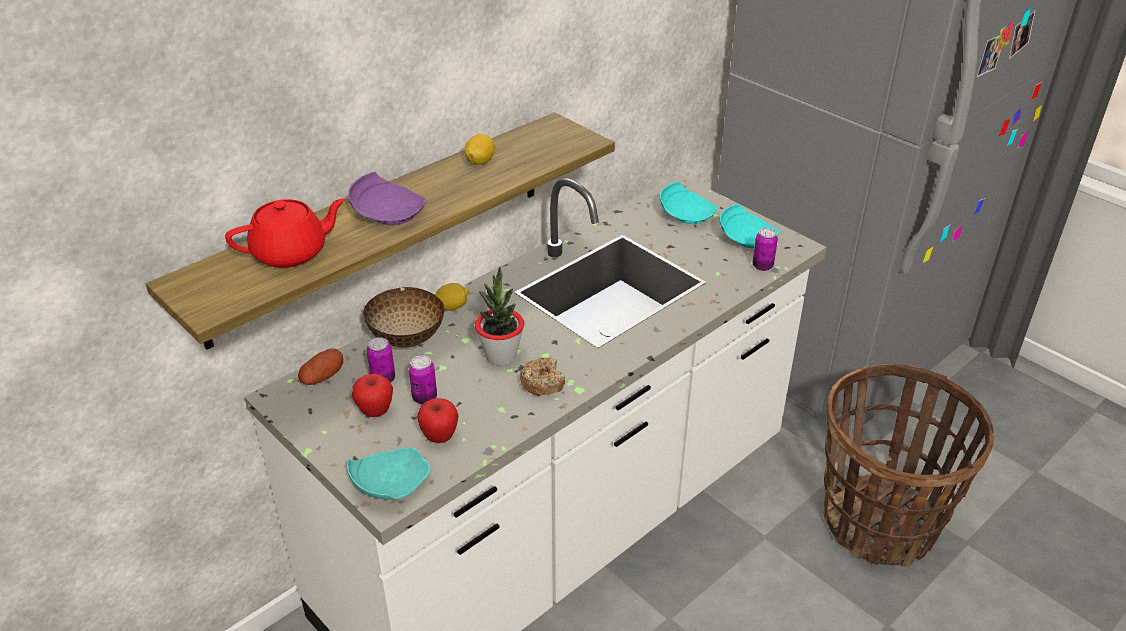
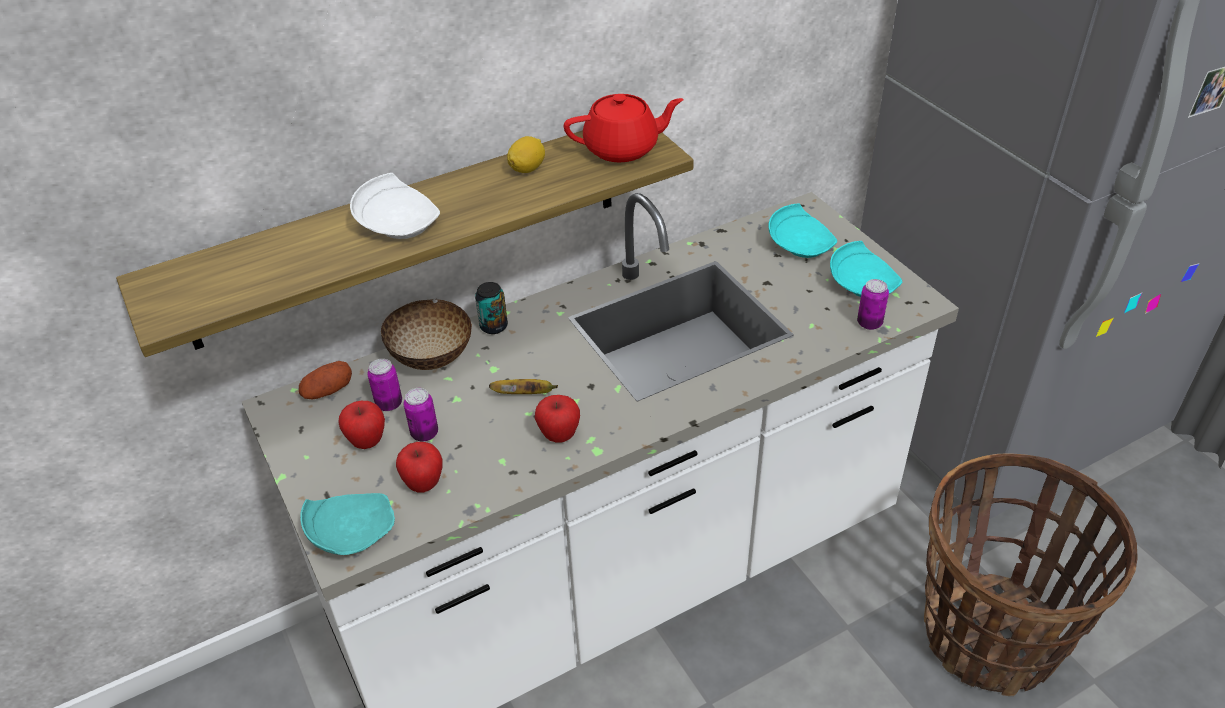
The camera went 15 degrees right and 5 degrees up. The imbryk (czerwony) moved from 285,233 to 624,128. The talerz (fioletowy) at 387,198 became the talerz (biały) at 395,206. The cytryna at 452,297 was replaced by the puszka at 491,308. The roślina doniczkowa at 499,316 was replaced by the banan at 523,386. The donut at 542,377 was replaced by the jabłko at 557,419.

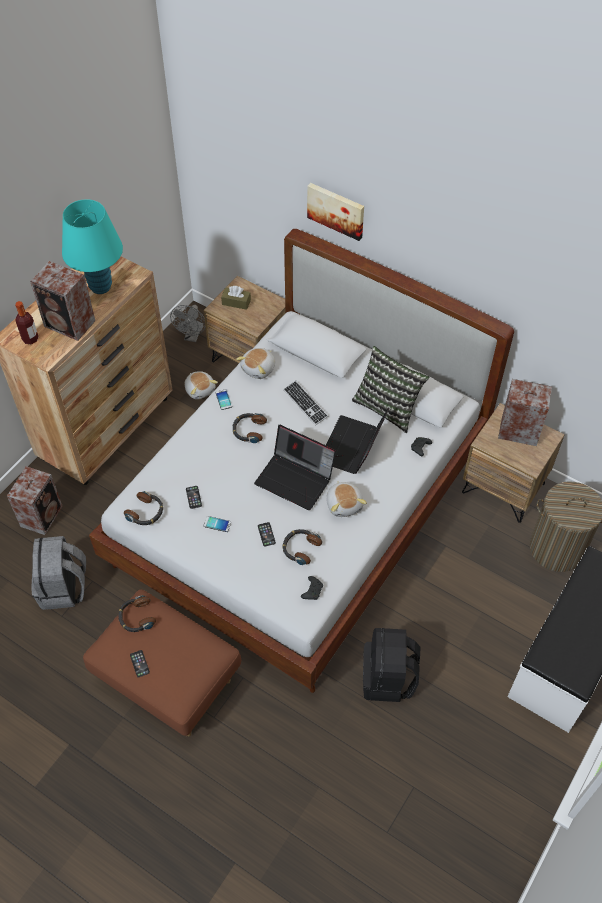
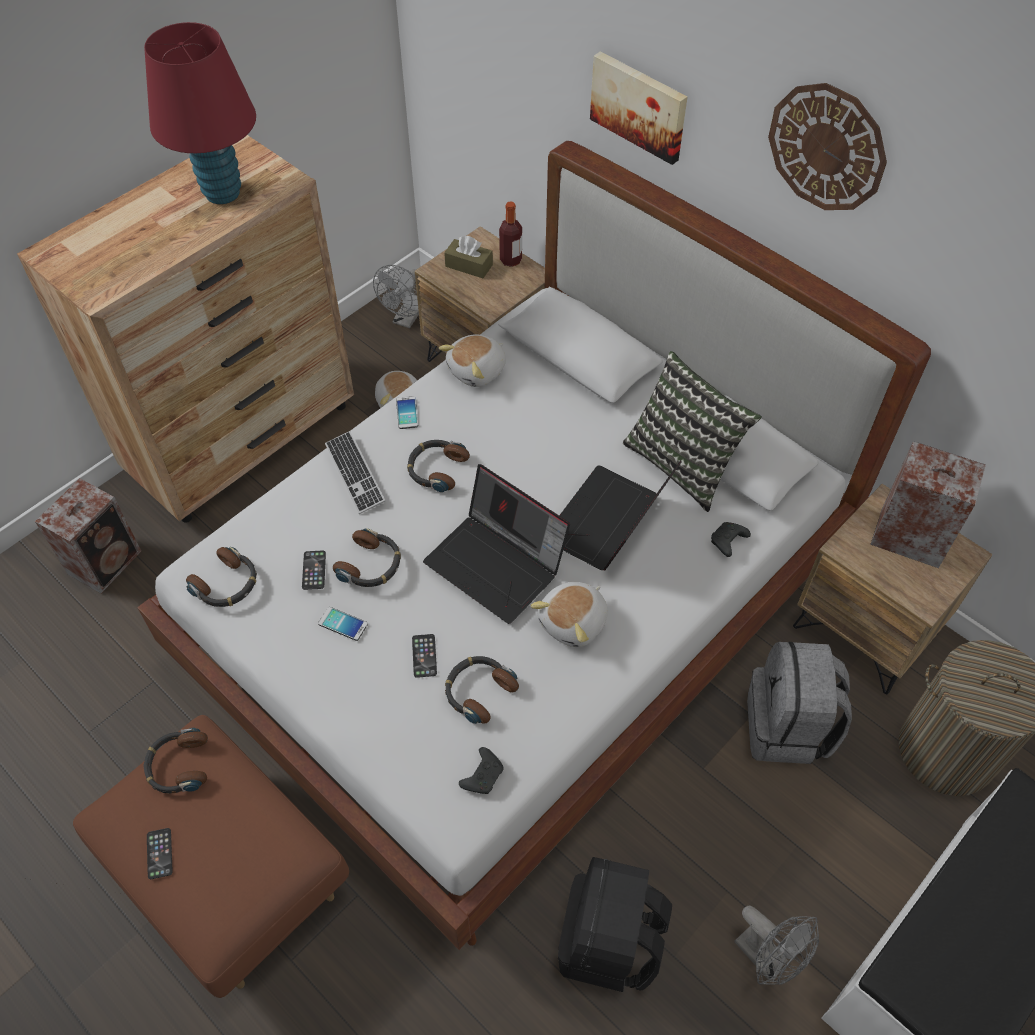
The camera went 10 degrees right and 0 degrees up. The butelka moved from 27,322 to 510,234. The głośnik at 62,301 disappeared. The plecak (szary) moved from 58,573 to 799,703. The lampa stołowa (turkusowy) at 92,246 became the lampa stołowa (czerwony) at 200,113. The klawiatura moved from 305,403 to 355,472. The pluszak at 347,499 turned 45 degrees clockwise. The słuchawki at 367,557 appeared. The wentylator (szary) at 776,945 appeared. The zegar ścienny at 827,146 appeared.

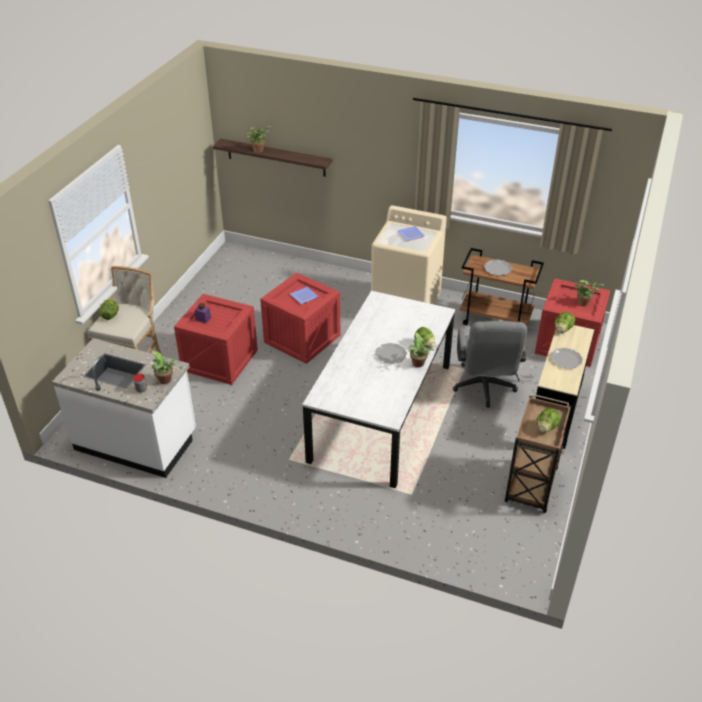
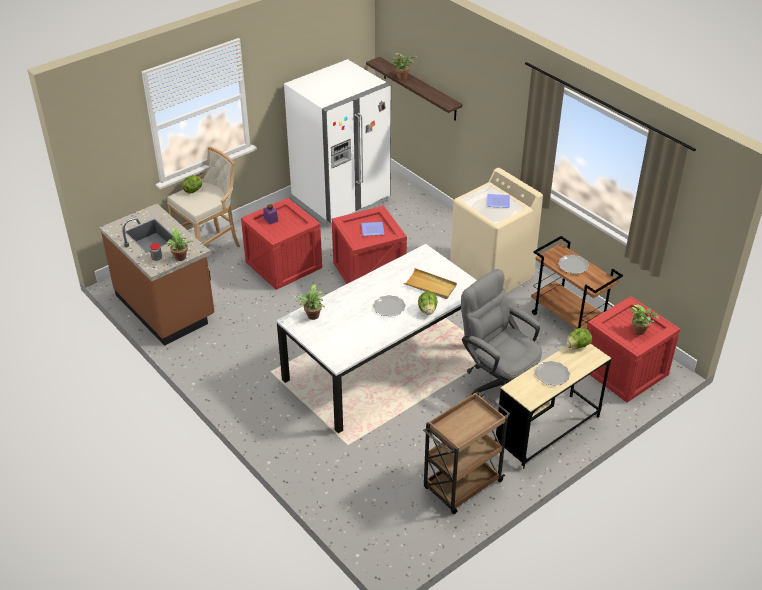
The camera went 30 degrees right and 0 degrees up. The zabudowa kuchenna (biały) at 124,408 became the zabudowa kuchenna (brązowy) at 157,275. The roślina doniczkowa moved from 421,349 to 311,302. The krzesło biurowe (szary) at 490,364 turned 105 degrees clockwise. The sałata at 549,420 disappeared. The lodówka (biały) at 337,143 appeared. The taca (beżowy) at 430,283 appeared.

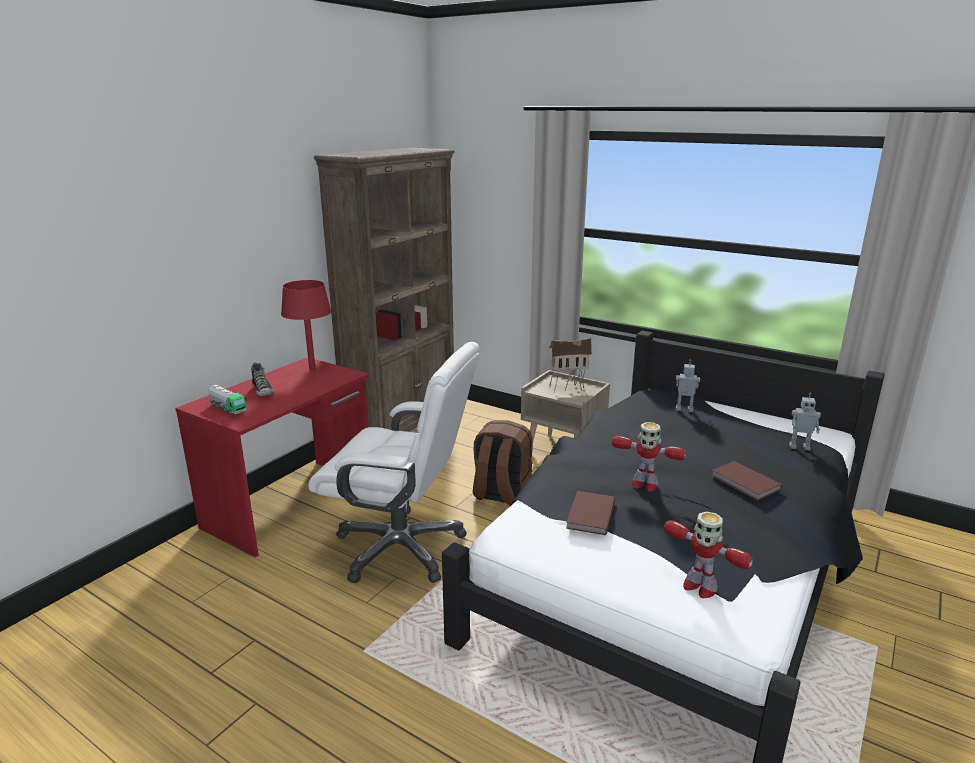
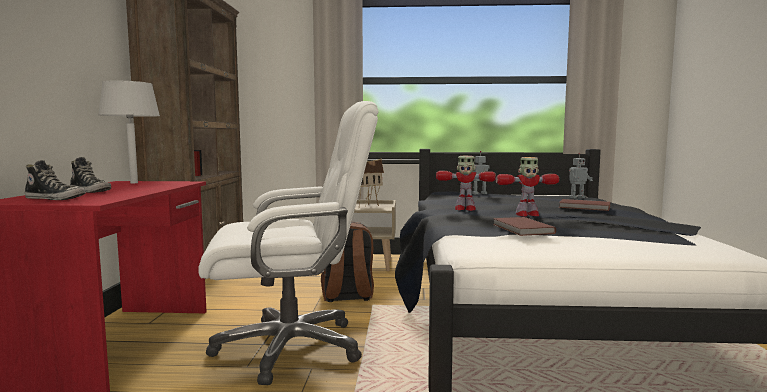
The camera went 30 degrees left and 15 degrees down. The ciężarówka zabawkowa at 227,400 was replaced by the but at 55,180. The lampa stołowa (czerwony) at 306,325 became the lampa stołowa (szary) at 129,132. The robot zabawkowy moved from 708,554 to 466,183.

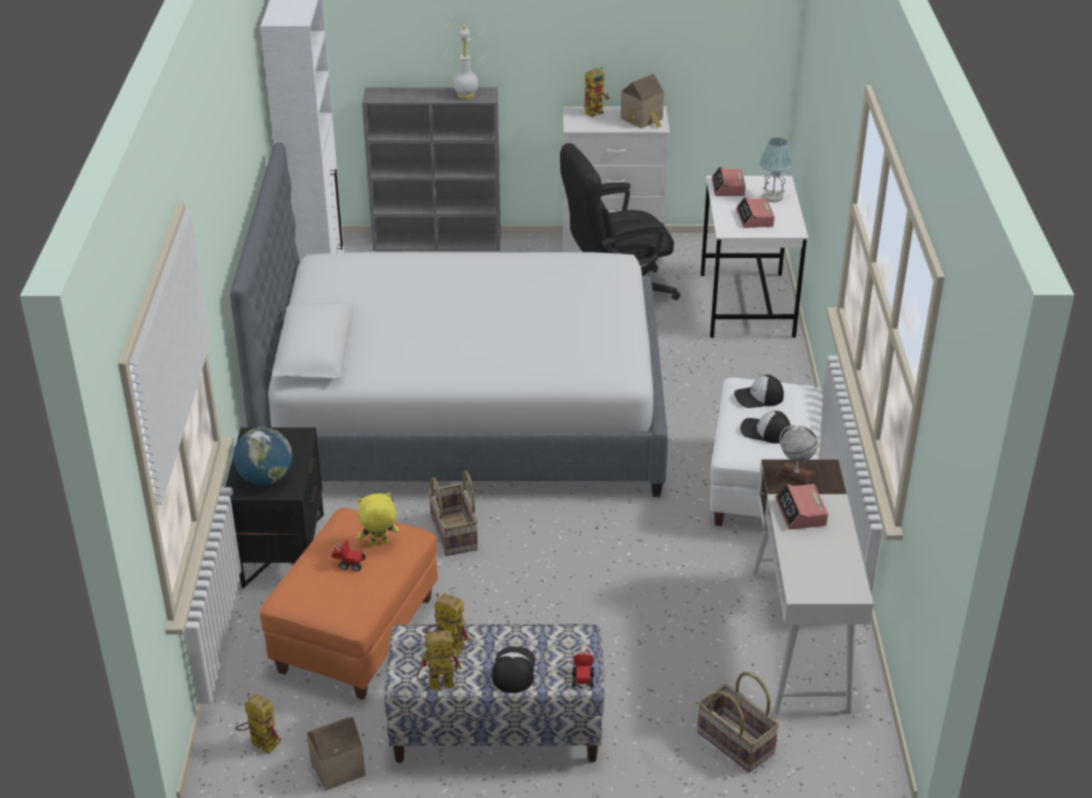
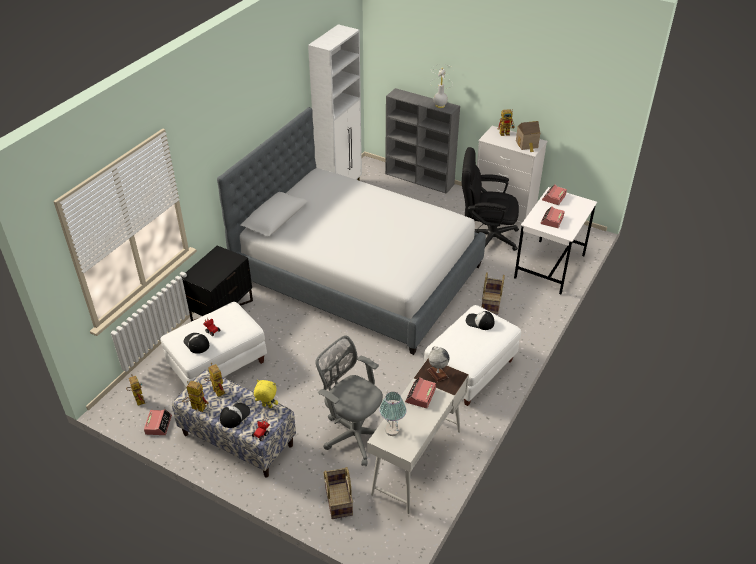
The camera went 30 degrees right and 5 degrees up. The globus at 262,456 disappeared. The pufa (pomarańczowy) at 349,604 became the pufa (biały) at 214,344. The domek at 336,754 was replaced by the budzik at 158,422. The pluszak (żółty) moved from 378,519 to 266,394. The koszyk moved from 453,513 to 493,293. The czapka z daszkiem moved from 765,427 to 196,343. The lampa stołowa moved from 776,170 to 393,414. The krzesło biurowe (szary) at 349,400 appeared.

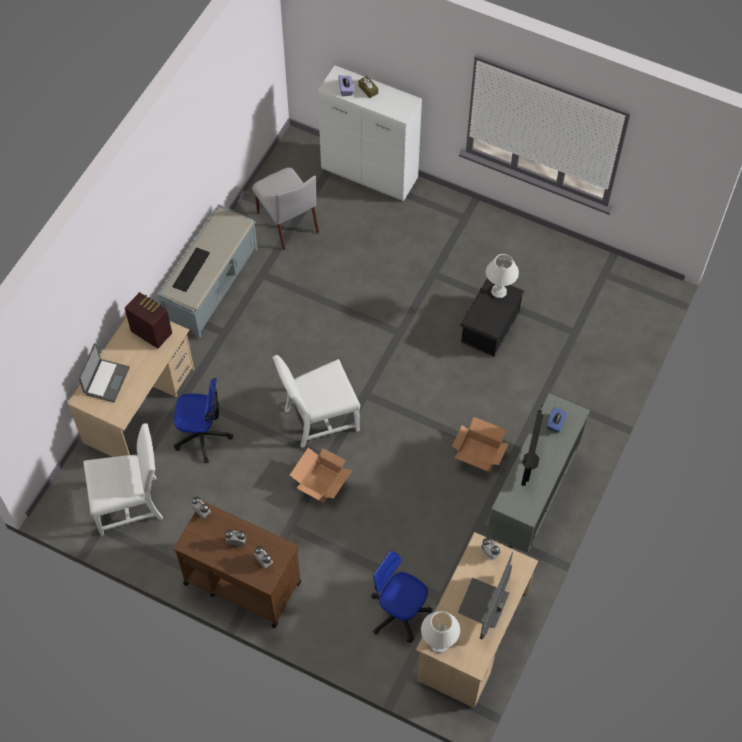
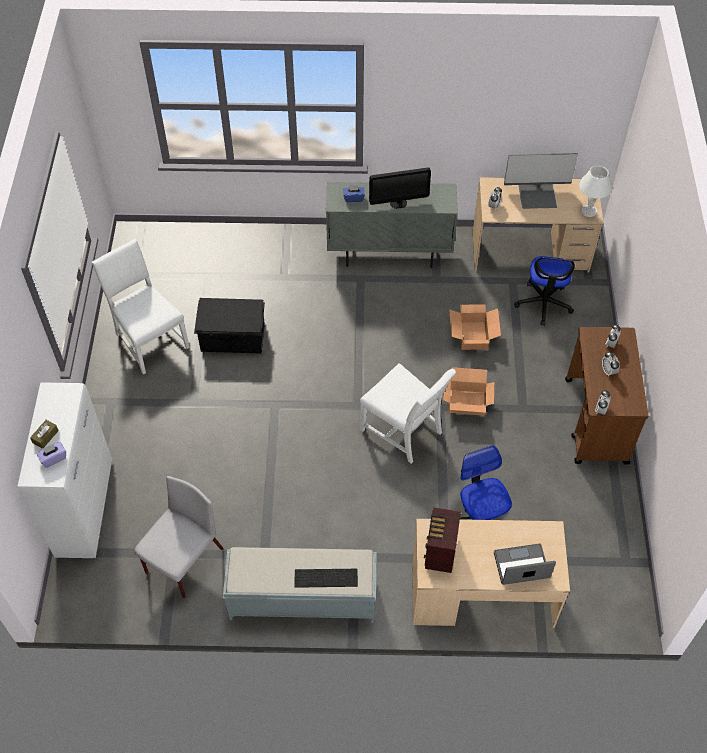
The camera went 115 degrees left and 5 degrees down. The krzesło (biały) moved from 123,479 to 141,307. The karton moved from 480,444 to 475,327. The lampa stołowa (biały) at 502,276 disappeared.

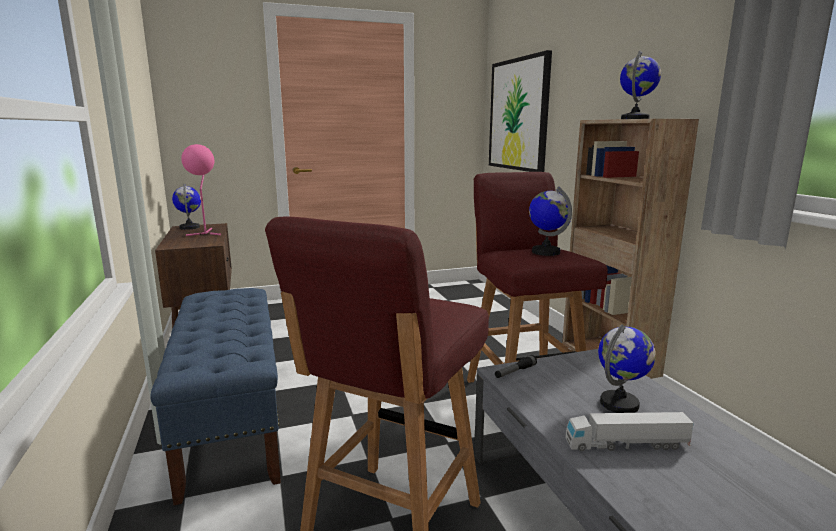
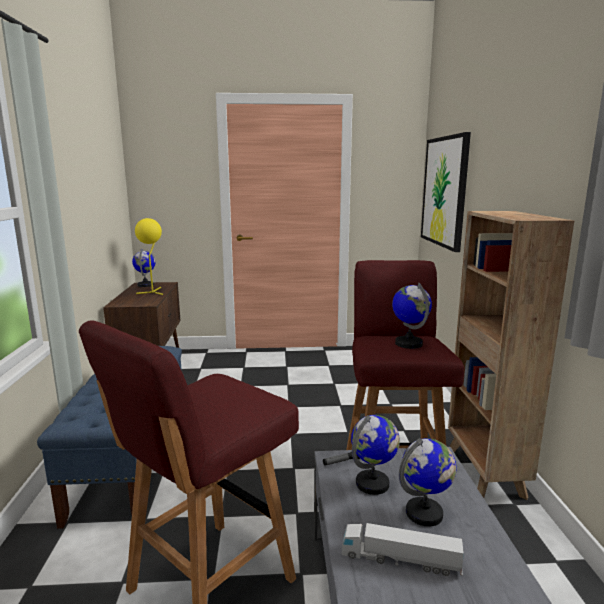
The camera went 15 degrees right and 0 degrees up. The lampa stołowa (różowy) at 201,190 became the lampa stołowa (żółty) at 149,256. The globus moved from 640,84 to 375,455.

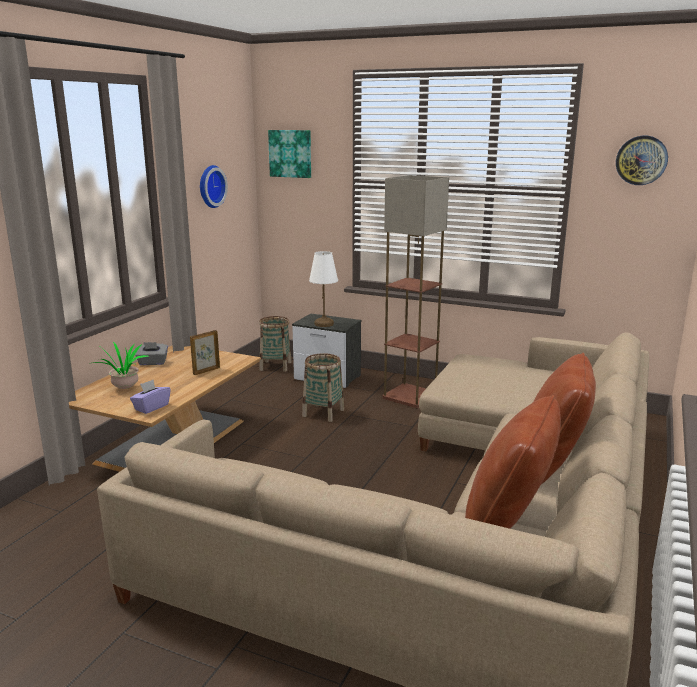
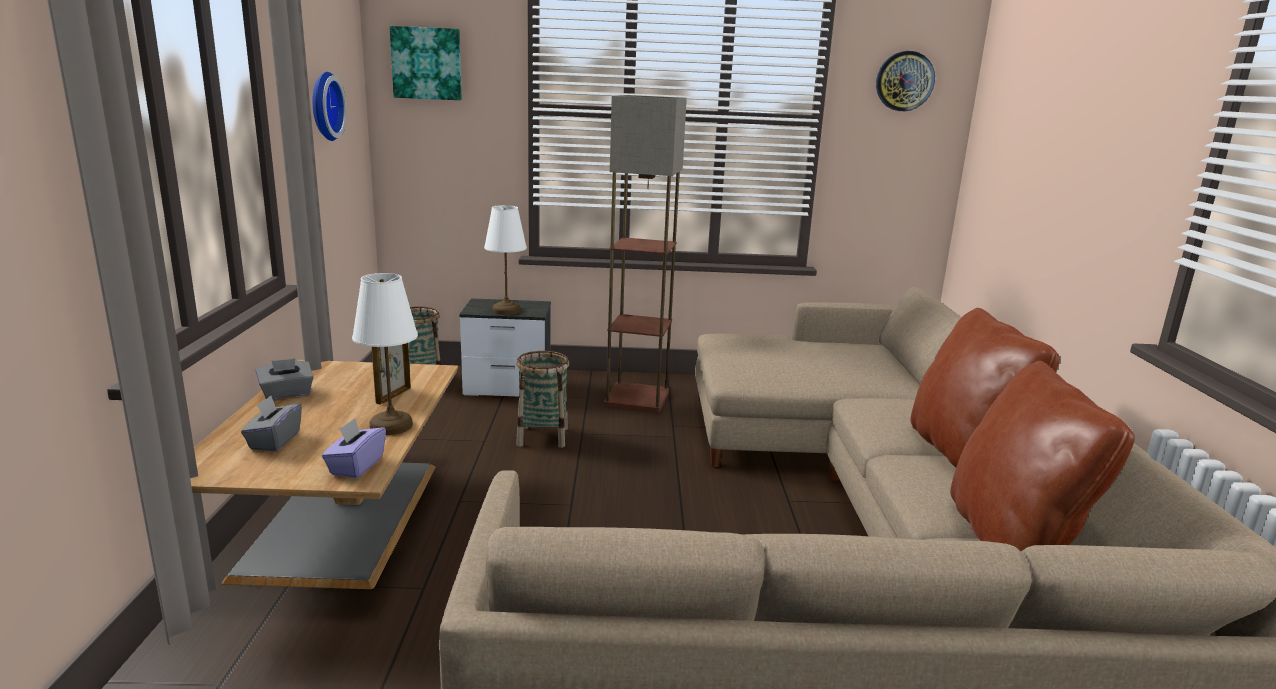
The camera went 25 degrees left and 0 degrees up. The roślina doniczkowa at 121,365 was replaced by the pudełko chusteczek (szary) at 271,423. The lampa stołowa (biały) at 385,354 appeared.

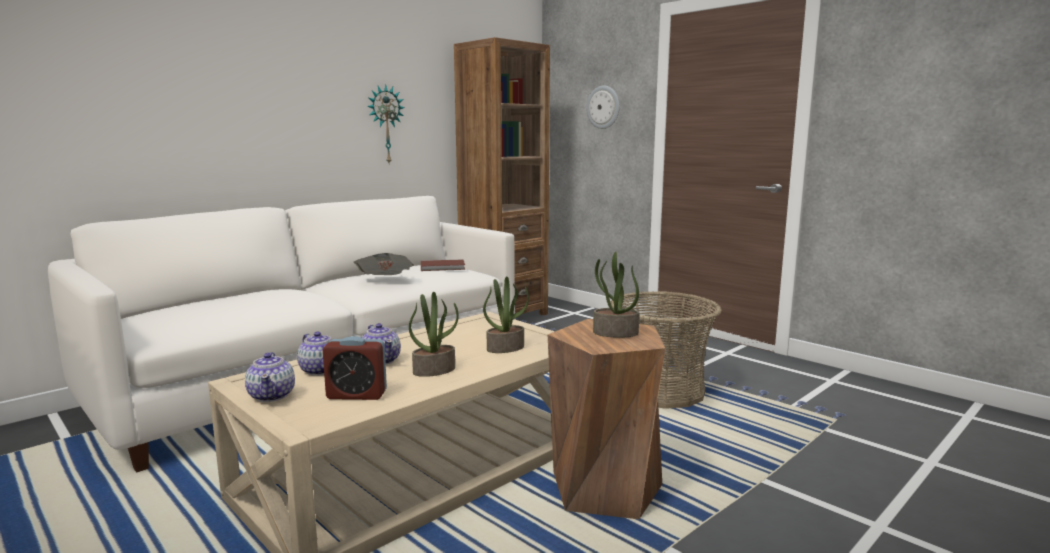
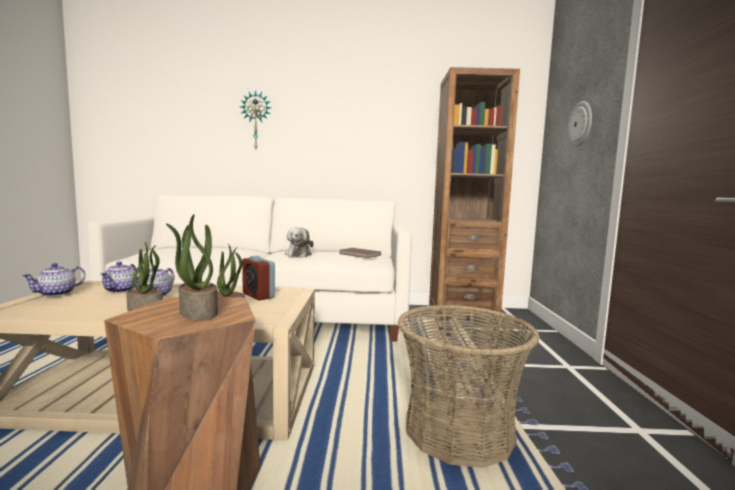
The camera went 45 degrees right and 5 degrees down. The budzik moved from 355,368 to 258,278. The gazeta at 383,264 was replaced by the pluszak at 299,242. The zegar ścienny moved from 386,123 to 255,119.

